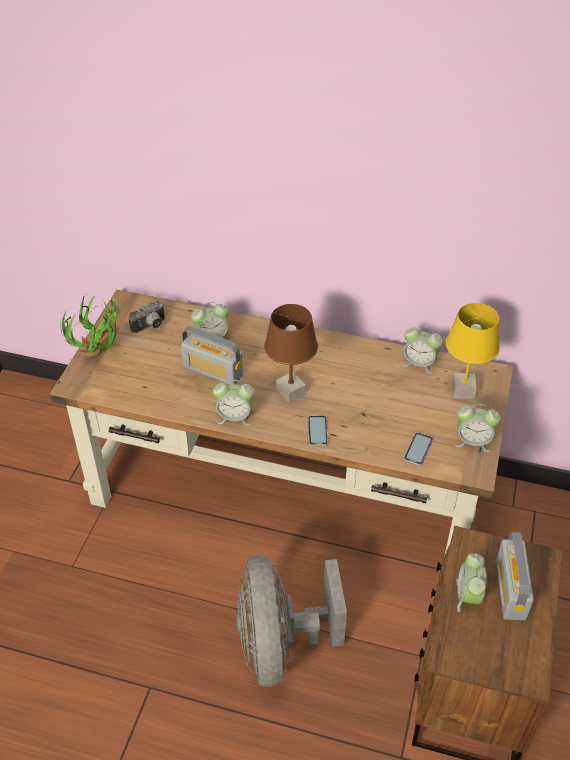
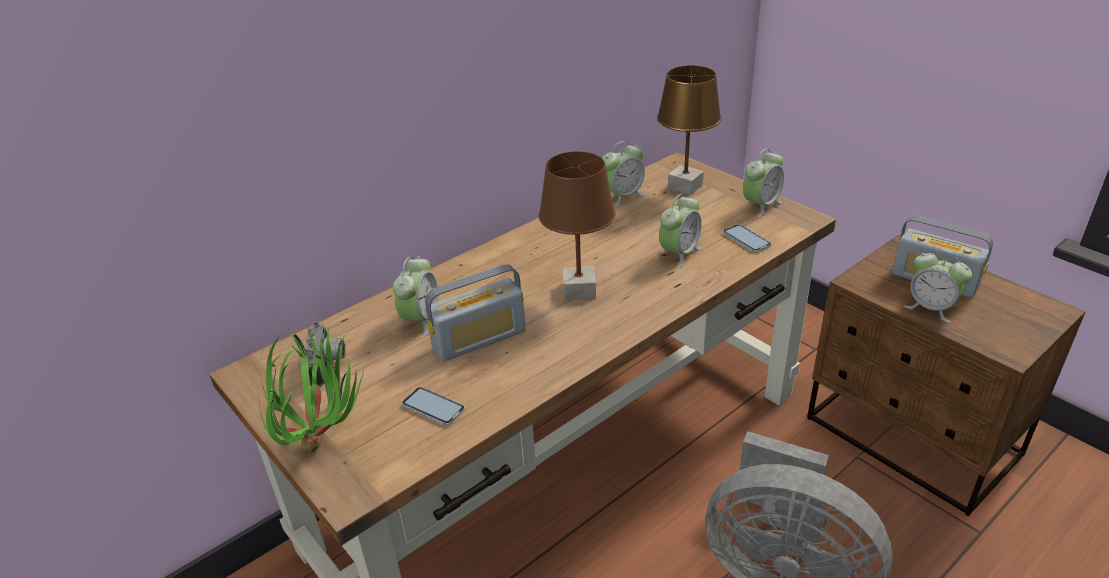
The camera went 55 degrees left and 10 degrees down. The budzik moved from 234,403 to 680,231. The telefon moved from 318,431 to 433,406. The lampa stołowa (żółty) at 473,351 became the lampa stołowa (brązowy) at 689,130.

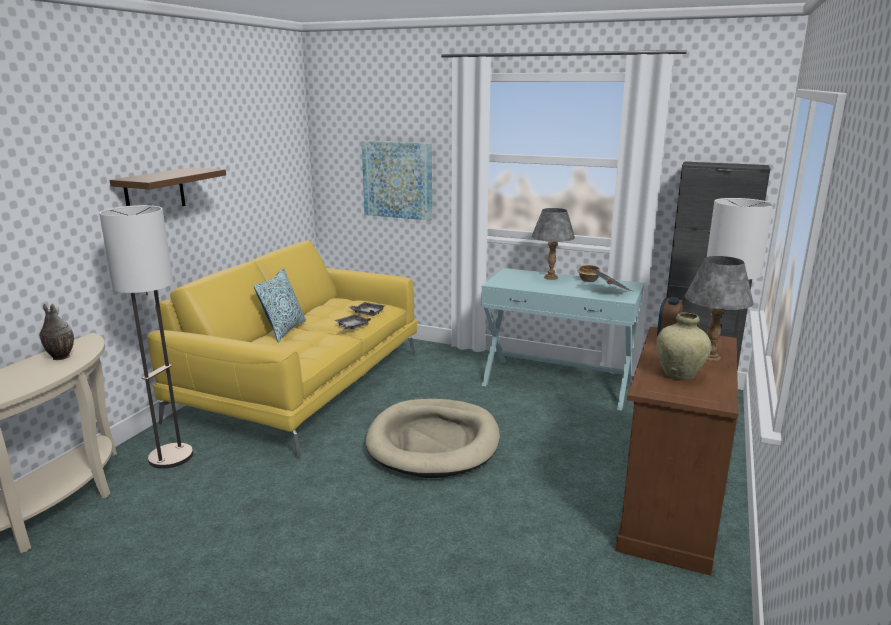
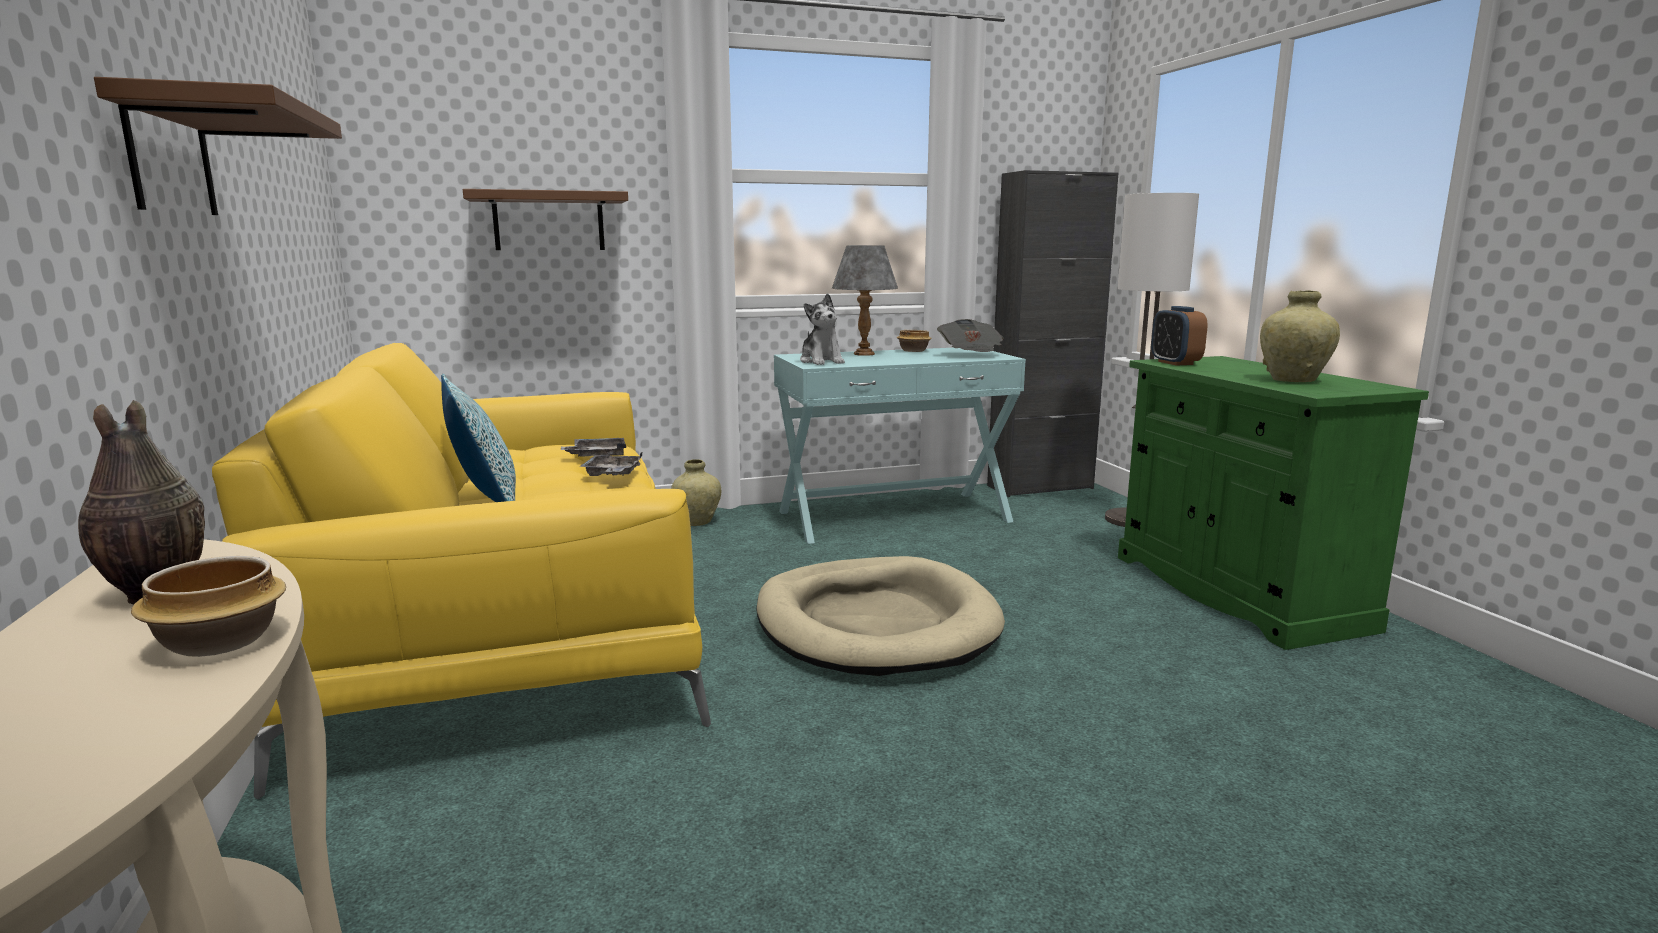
The camera went 40 degrees left and 5 degrees down. The lampa stojąca at 146,337 disappeared. The obraz at 397,180 was replaced by the półka (brązowy) at 545,219. The szafka (brązowy) at 677,451 became the szafka (zielony) at 1273,503. The lampa stołowa (szary) at 719,309 disappeared. The miska at 208,606 appeared. The wazon (beżowy) at 696,492 appeared. The pluszak at 822,329 appeared.

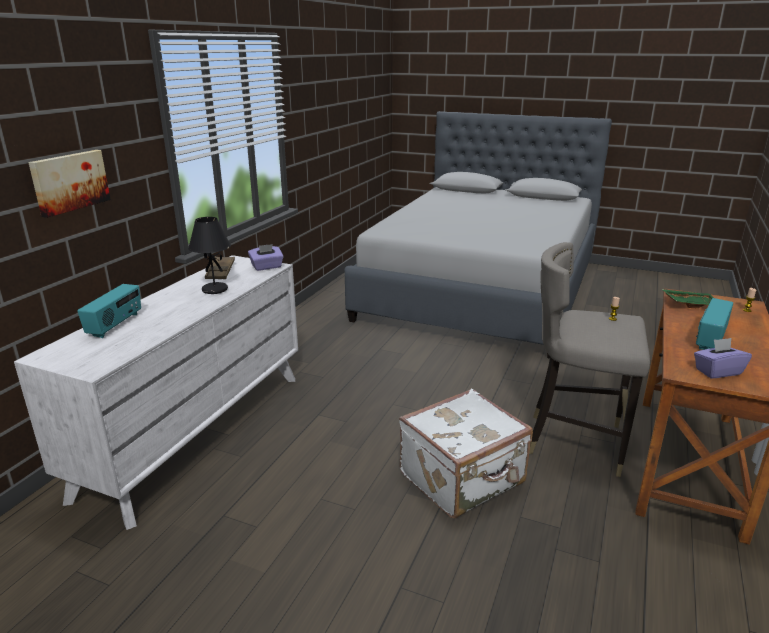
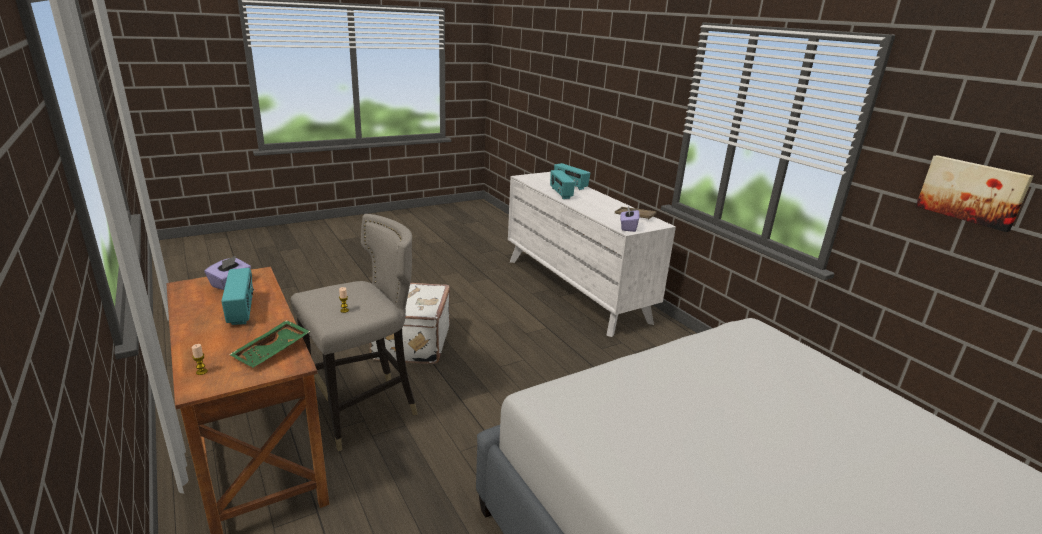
The camera went 125 degrees right and 0 degrees up. The obraz moved from 69,184 to 975,193. The lampa stołowa (czarny) at 209,255 disappeared. The radio at 562,184 appeared.

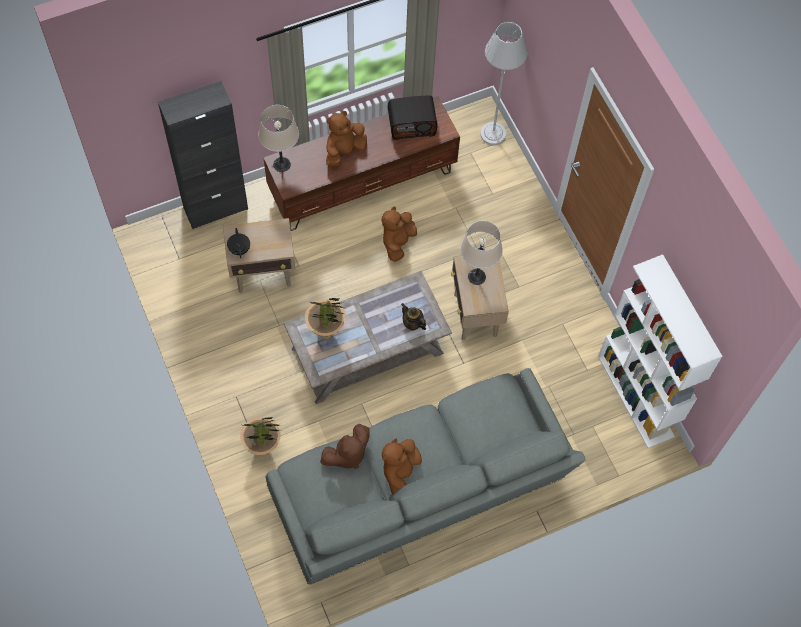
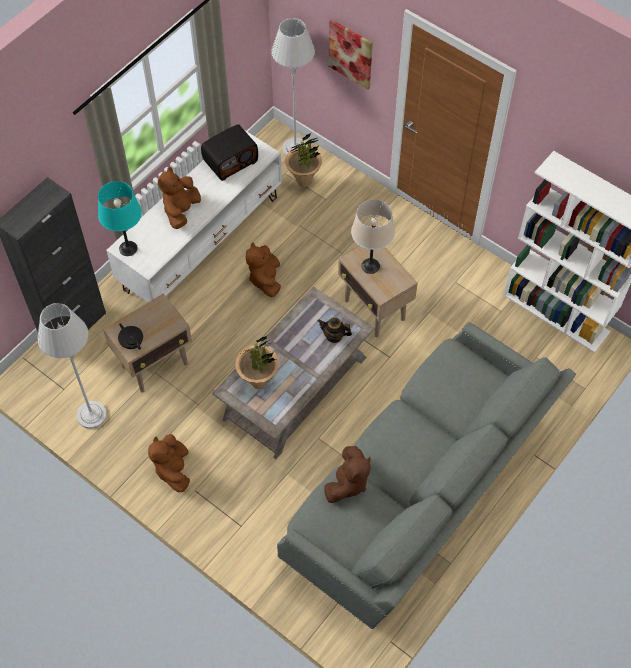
The camera went 25 degrees left and 5 degrees down. The roślina doniczkowa moved from 260,436 to 303,160. The lampa stołowa (beżowy) at 278,138 became the lampa stołowa (turkusowy) at 120,218. The szafka pod telewizor (brązowy) at 361,163 became the szafka pod telewizor (biały) at 194,216. The pluszak (brązowy) moved from 402,467 to 169,463. The lampa stojąca (szary) at 72,366 appeared. The obraz at 351,54 appeared.

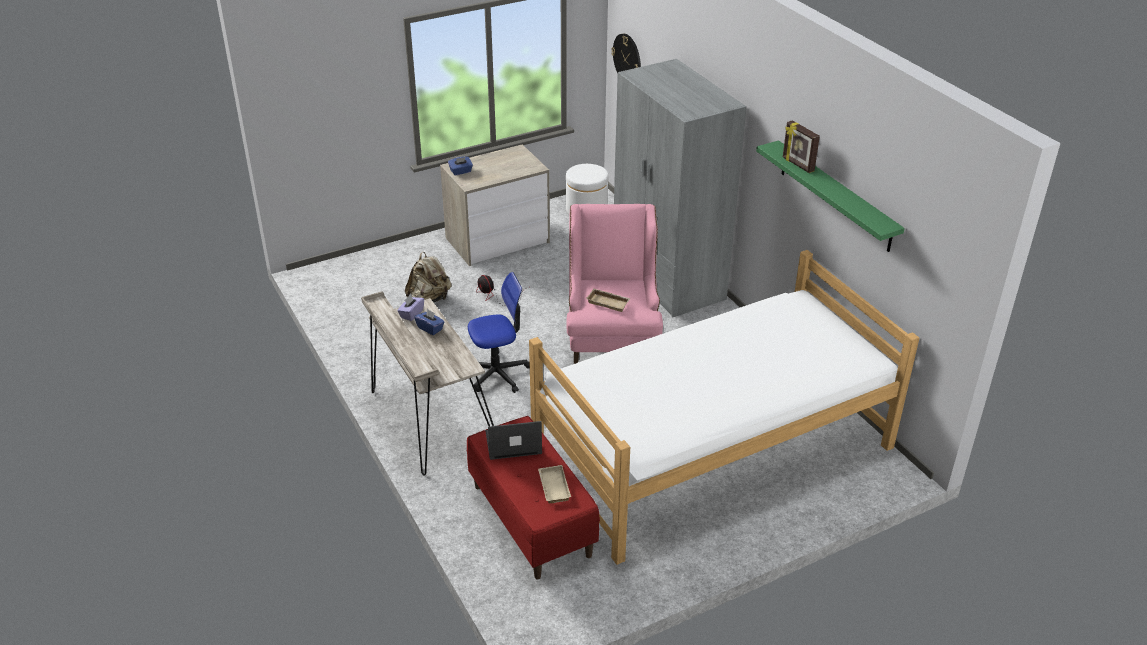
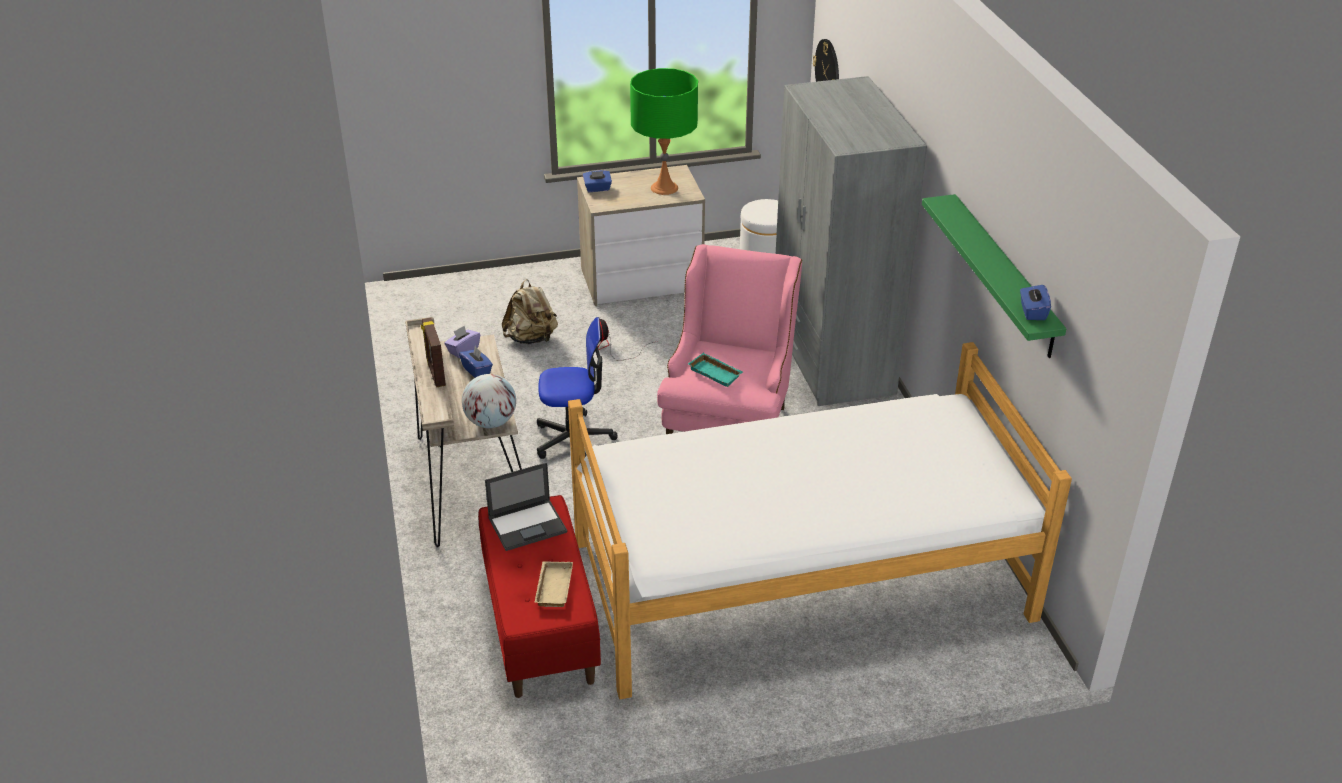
The camera went 15 degrees right and 0 degrees up. The laptop at 513,440 turned 150 degrees clockwise. The taca (beżowy) at 608,300 became the taca (turkusowy) at 715,370. The ramka na zdjęcie moved from 801,146 to 433,352. The globus at 489,401 appeared. The lampa stołowa (zielony) at 664,131 appeared. The pudełko chusteczek (niebieski) at 1035,301 appeared.

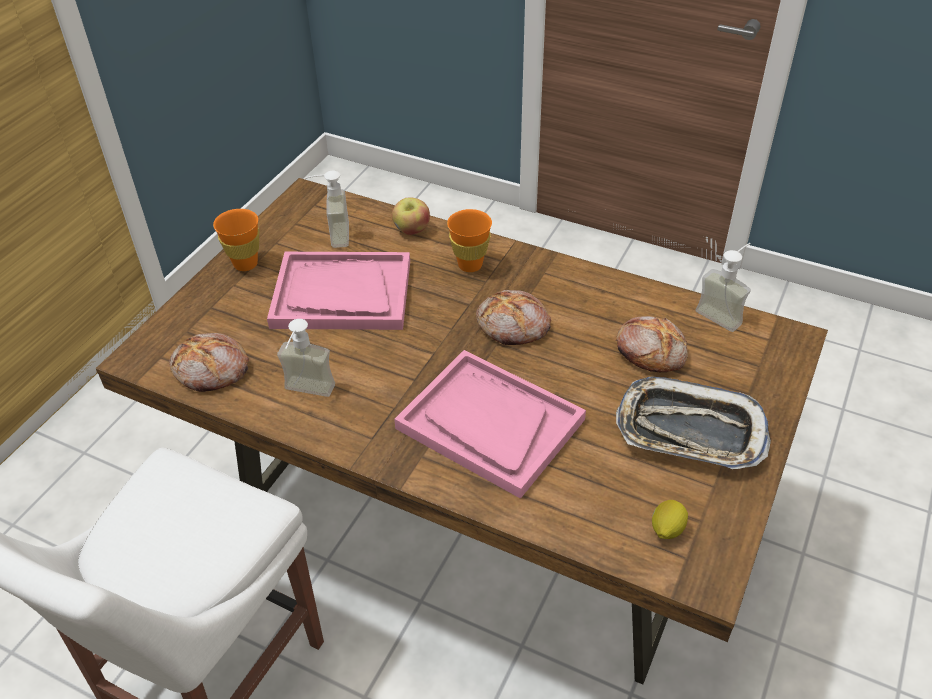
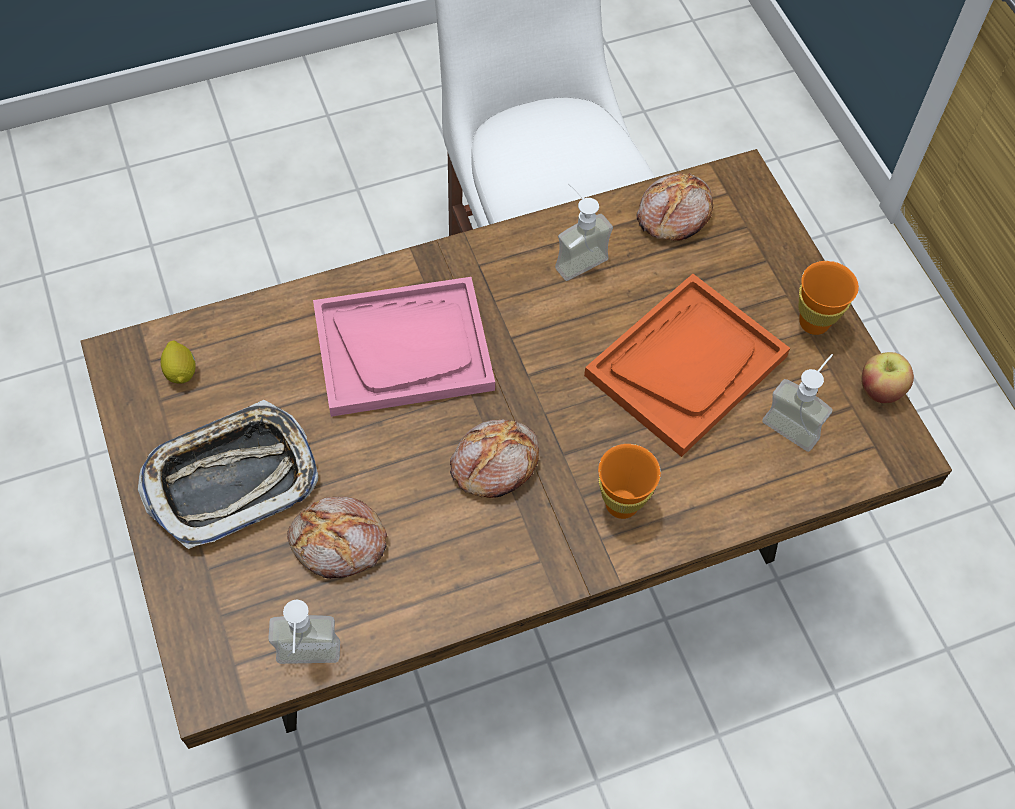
The camera went 130 degrees right and 15 degrees up. The taca (różowy) at 338,291 became the taca (pomarańczowy) at 687,365. The jabłko moved from 411,216 to 887,377.

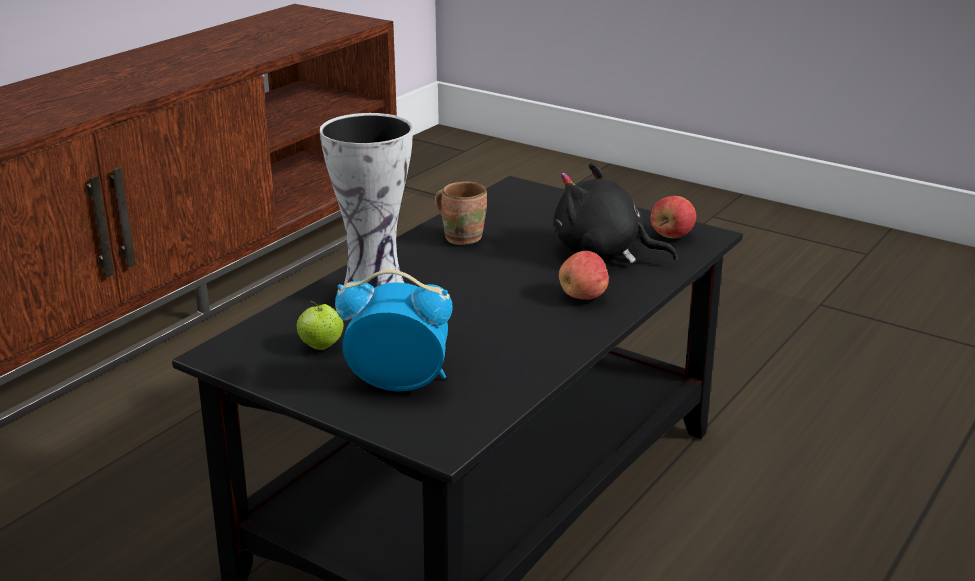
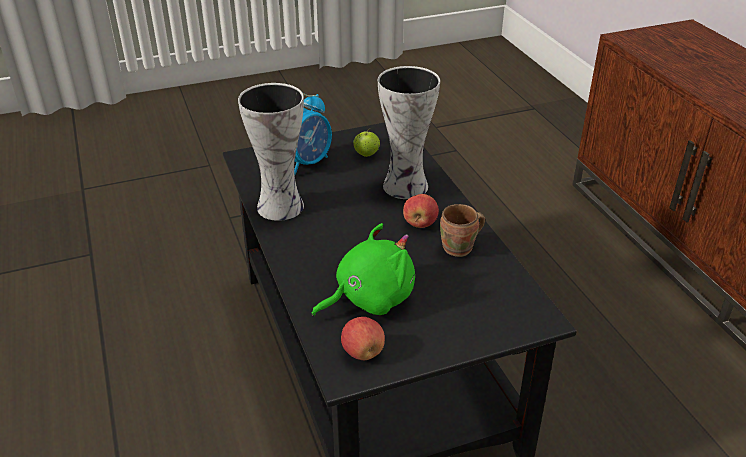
The camera went 125 degrees right and 10 degrees up. The pluszak (czarny) at 615,213 became the pluszak (zielony) at 363,269. The jabłko moved from 584,275 to 421,211. The wazon at 271,152 appeared.

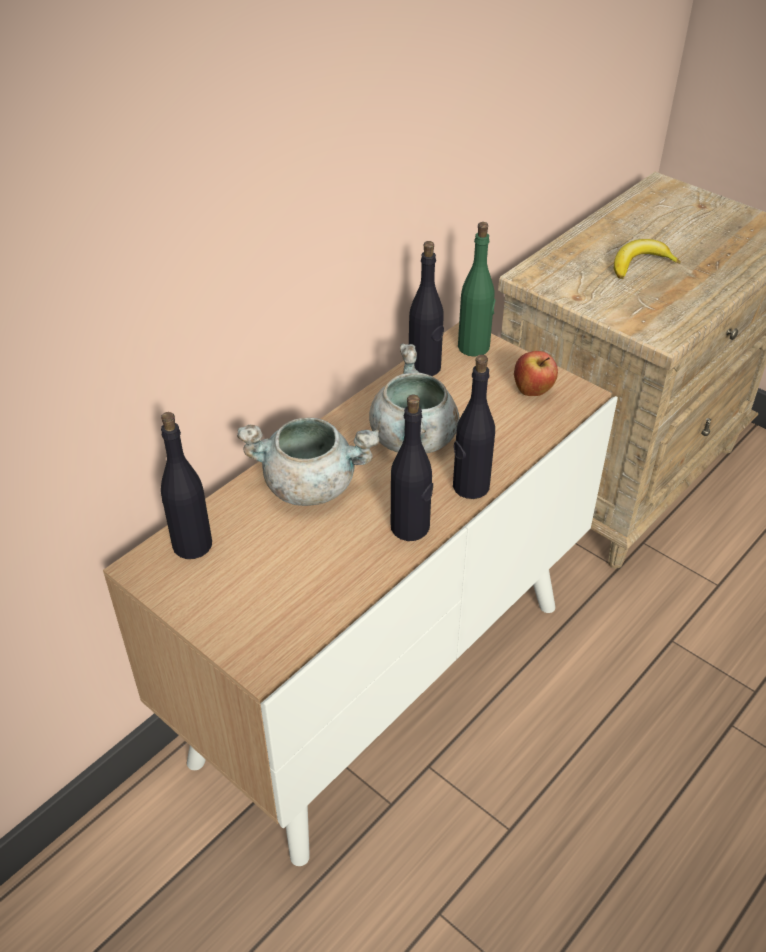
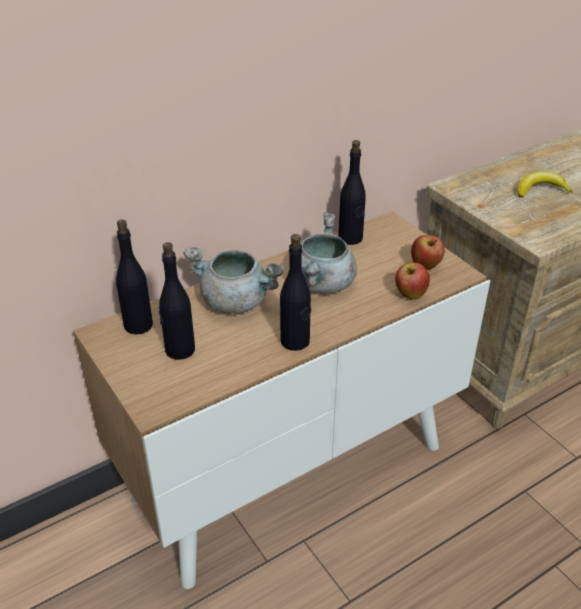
The camera went 15 degrees right and 5 degrees down. The butelka (czarny) moved from 474,427 to 177,301. The butelka (zielony) at 476,289 disappeared. The jabłko at 412,281 appeared.

